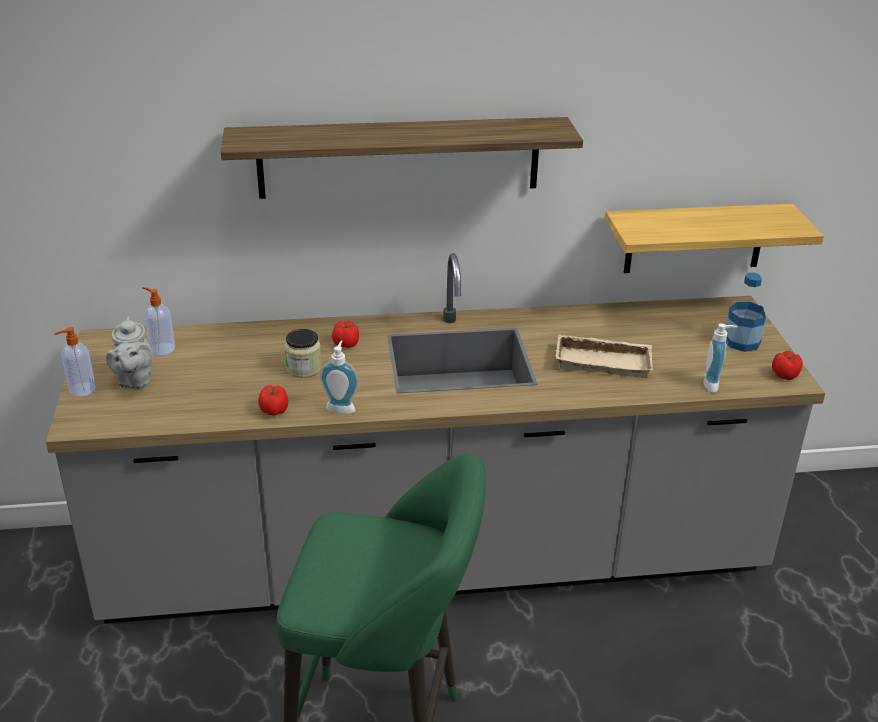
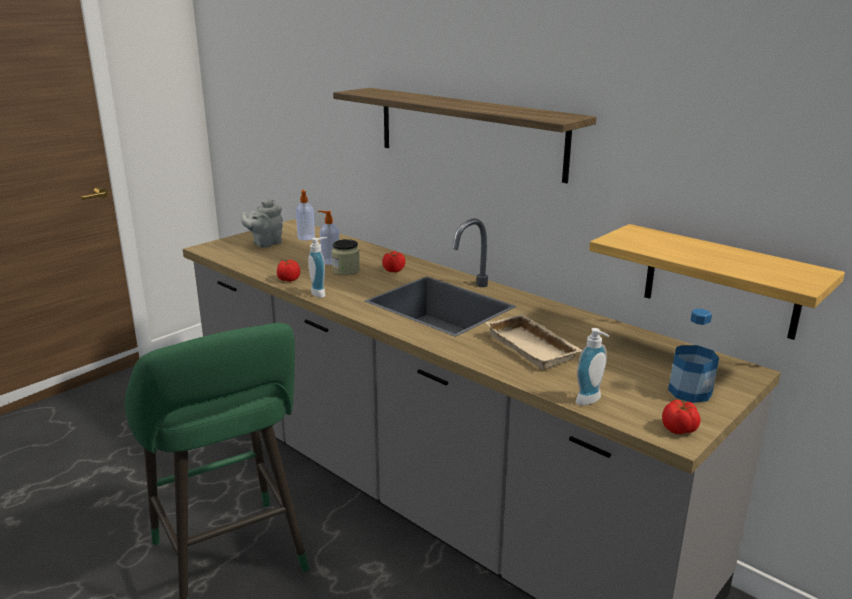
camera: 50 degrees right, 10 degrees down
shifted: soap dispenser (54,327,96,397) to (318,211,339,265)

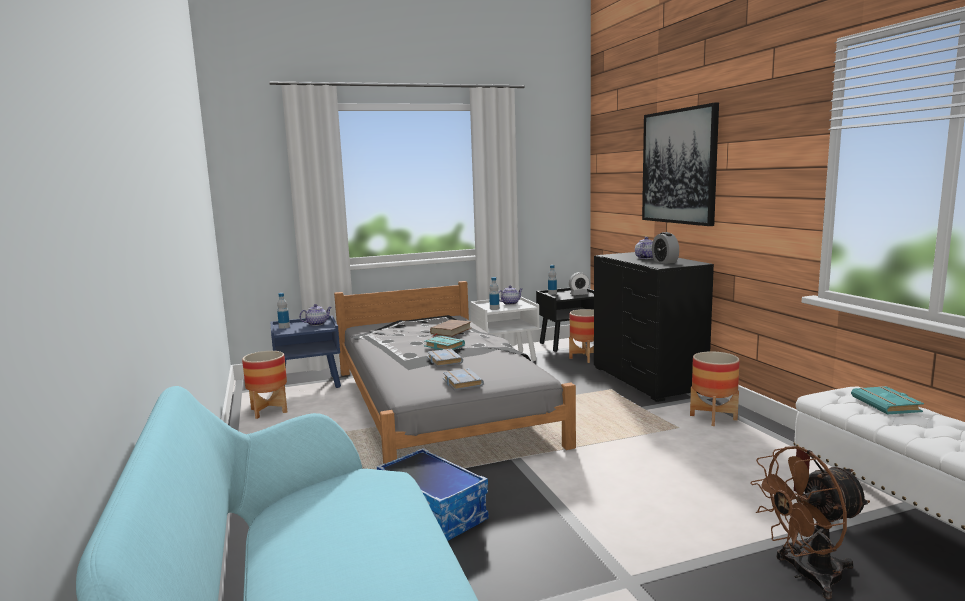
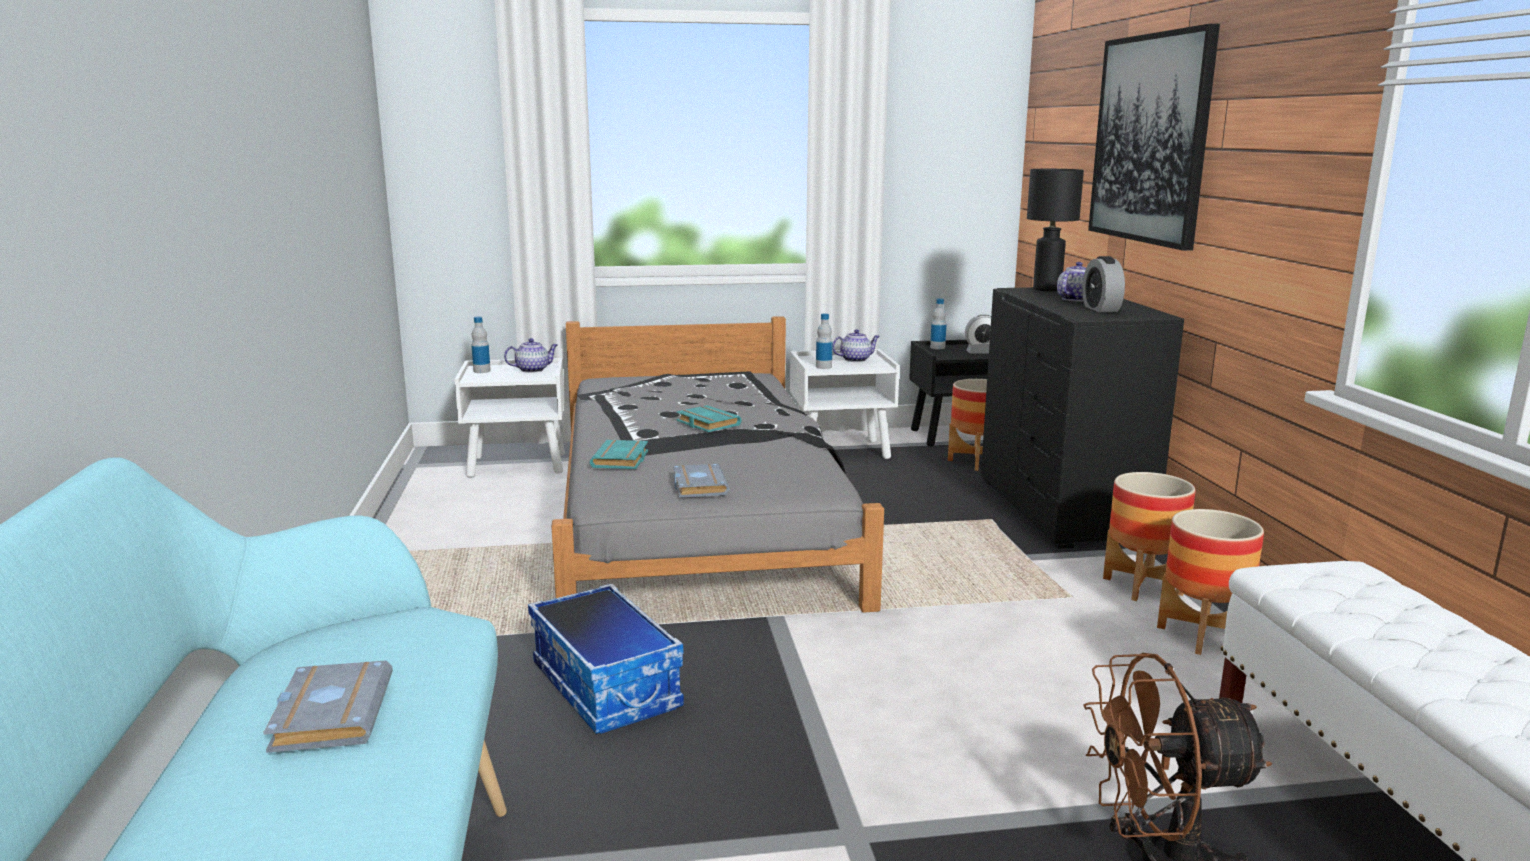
camera: 10 degrees right, 5 degrees up
gone: brown-coloured book (430,319,471,337)
new: black-coloured table lamp (1027,169,1084,291)
shifted: plant pot (242,351,287,419) to (1157,509,1264,655); grey book (427,349,463,367) to (263,660,393,753); turquoise-coloured book (851,386,924,414) to (590,440,648,469)
repainted: blue-coloured nightstand (271,315,341,388) to white nightstand (455,358,565,478)

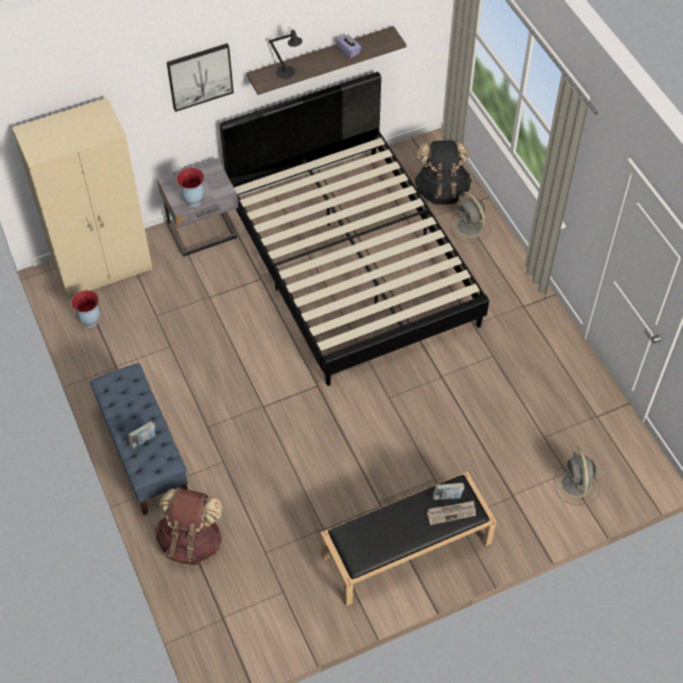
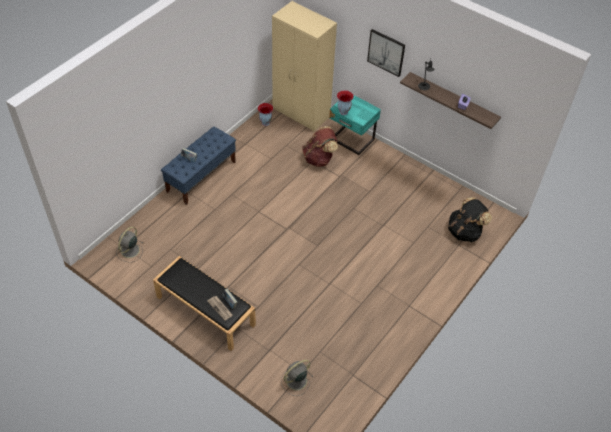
camera: 60 degrees right, 5 degrees down
gone: black-coloured sleeping bed (219,72,489,386)
shifted: brown-coloured backpack (155,489,223,565) to (302,126,338,167); grey electric fan (450,192,491,243) to (116,227,143,262)
repainted: grey nightstand (157,158,238,257) to turquoise-coloured nightstand (329,95,381,155)

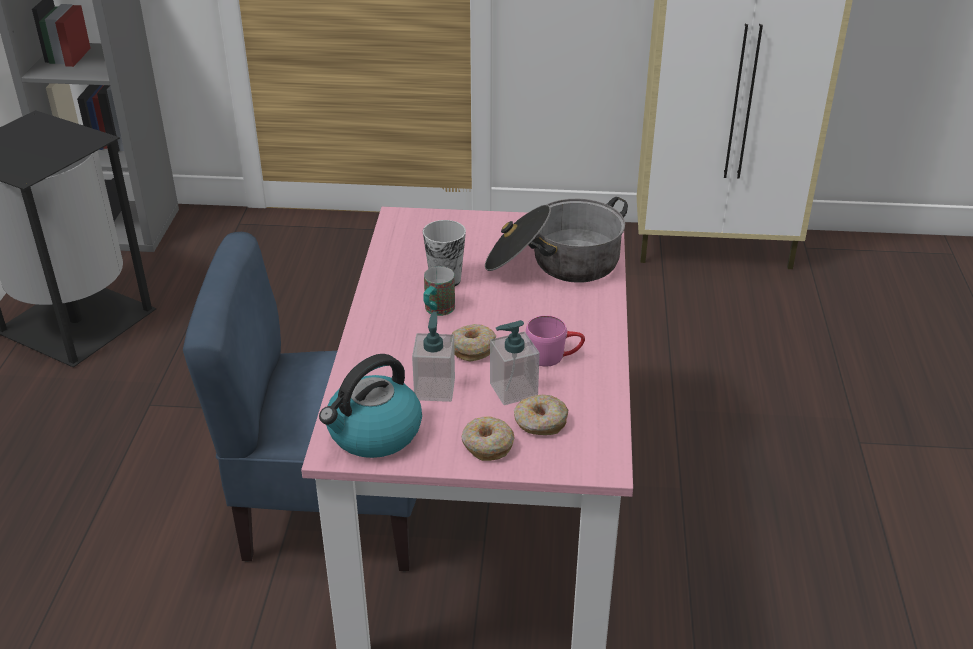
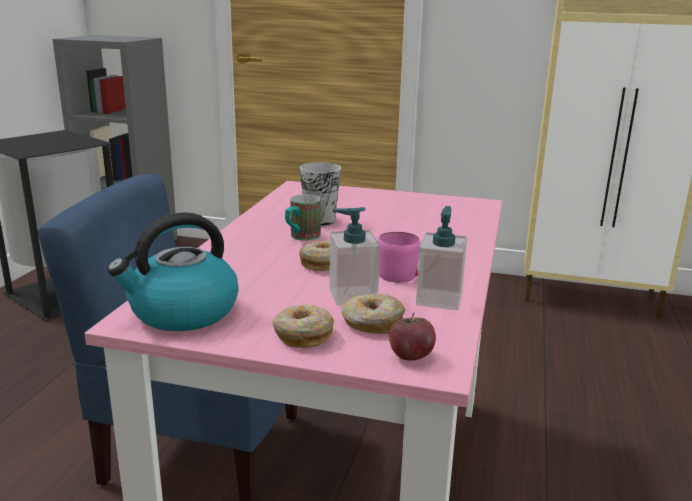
camera: 10 degrees right, 15 degrees down
gone: saucepot (485,197,628,283)
new: whole apple (389,313,436,361)
shifted: soap dispenser (412,312,455,402) to (416,206,467,310)

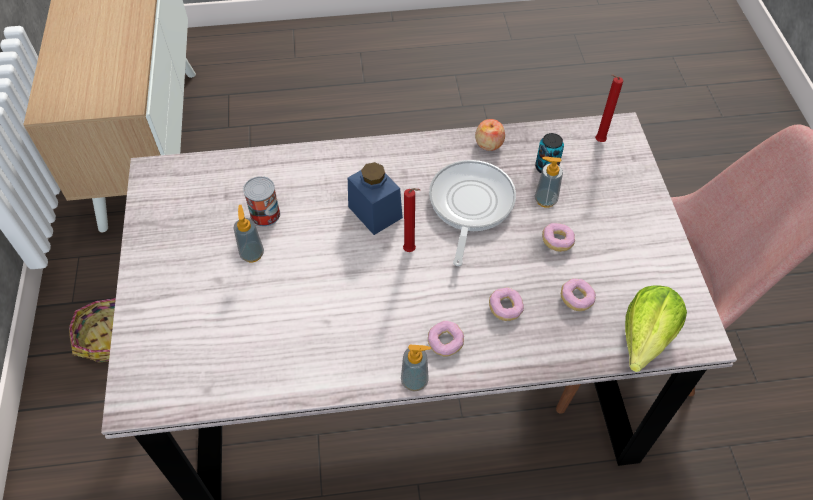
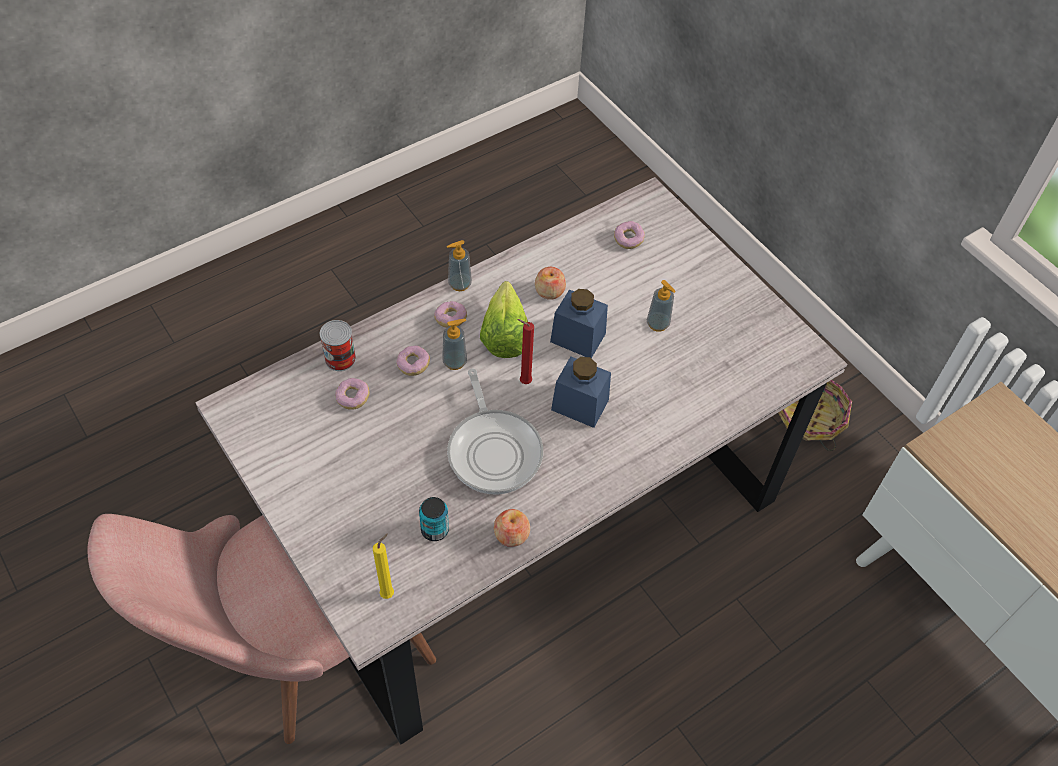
camera: 150 degrees right, 0 degrees up
new: whole apple (535,267,566,300); blue-coloured jar (550,289,608,358)
shifted: can (243,176,280,227) to (320,320,356,371); soap dispenser (535,157,563,208) to (442,319,467,370); ring doughnut (542,223,575,252) to (614,221,645,249); head of lettuce (625,285,687,372) to (480,281,528,358)
repainted: reddish wax candle (595,74,623,142) to yellow-coloured wax candle (373,533,394,599)

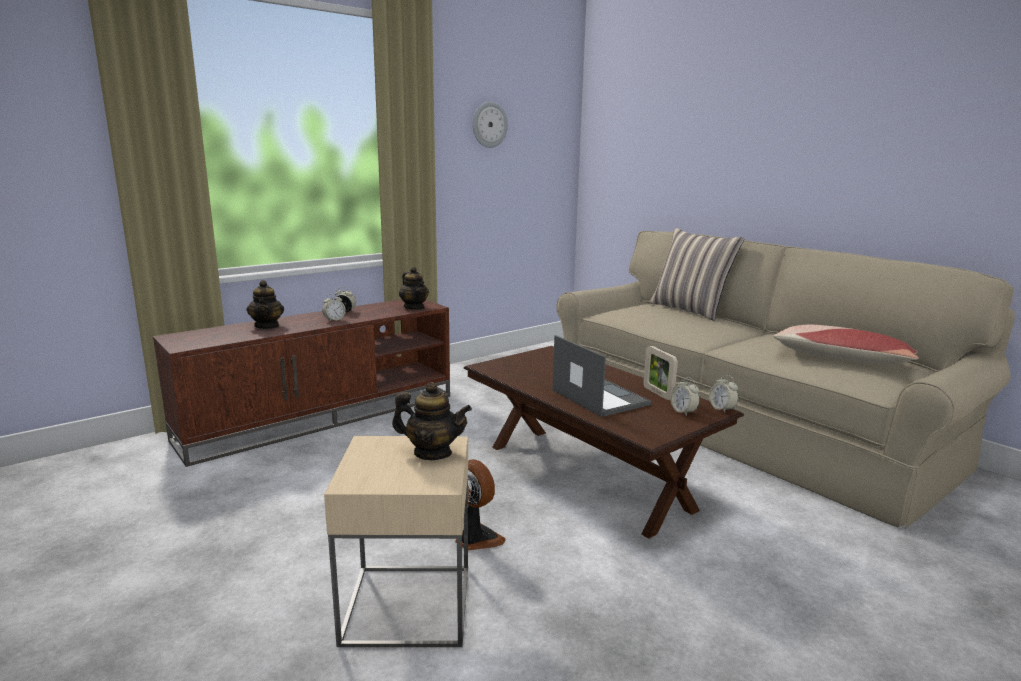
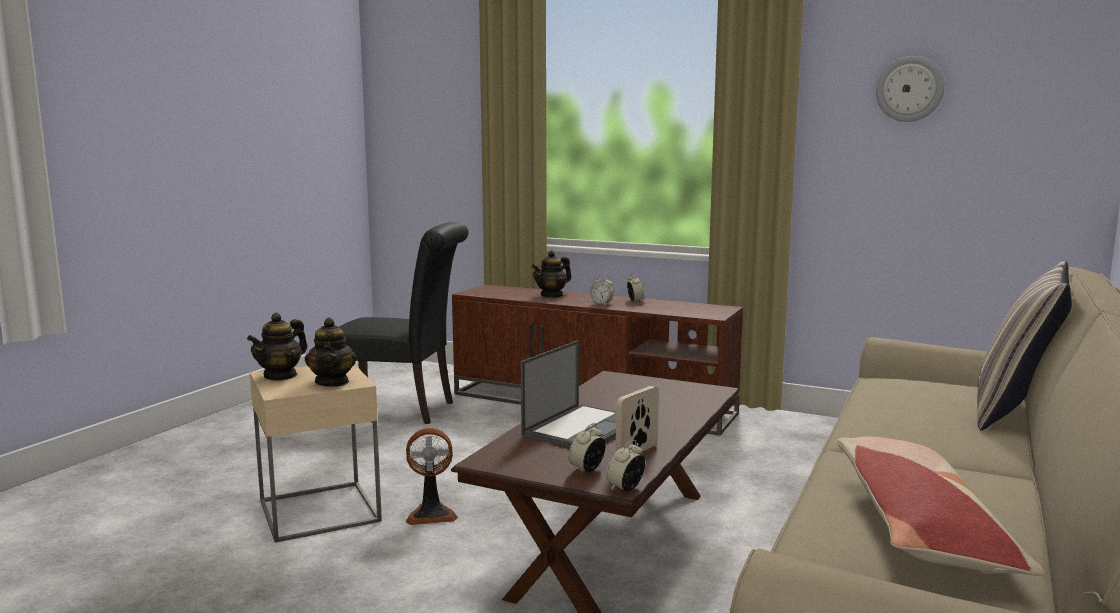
camera: 65 degrees right, 5 degrees down
new: black-coloured upright chair (339,222,469,424)
shifted: pot for tea (399,267,429,310) to (247,312,307,381)
rotated: electric fan (455,459,506,550) = (406,428,458,525) 60 degrees clockwise

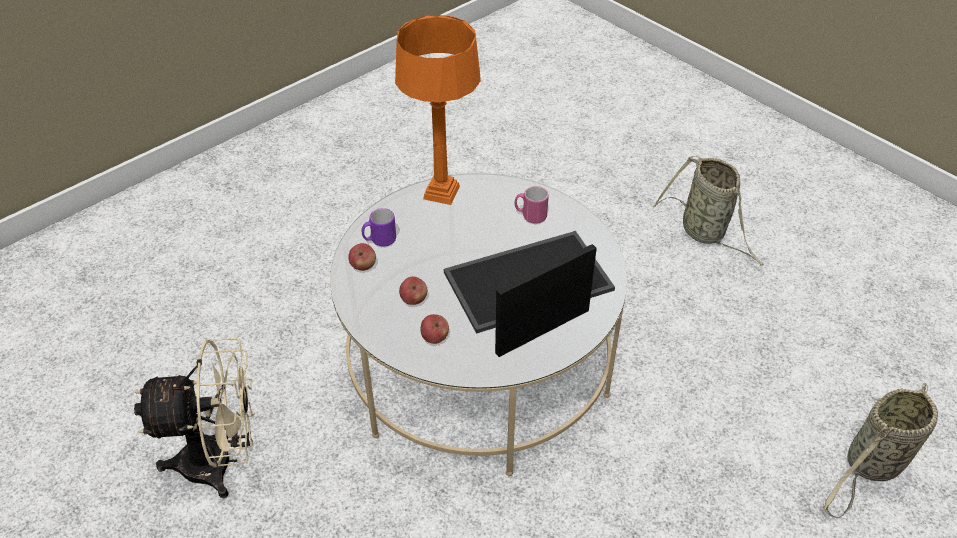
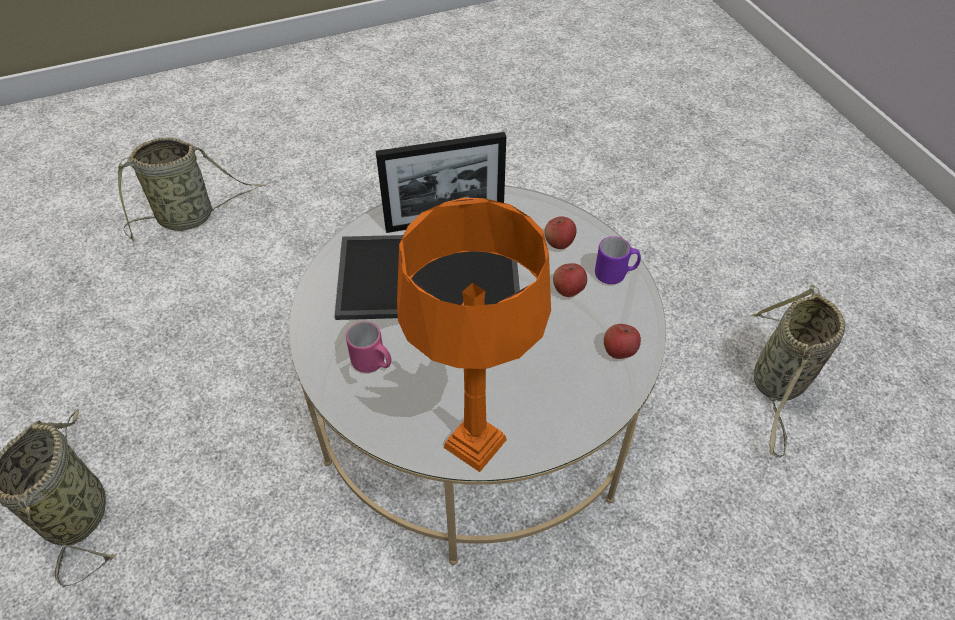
camera: 160 degrees left, 5 degrees up
shifted: purple-coloured coffee mug (362,208,396,246) to (595,236,641,284)
swapped: beige electric fan (134,338,255,499) to storage basket (750,285,845,457)

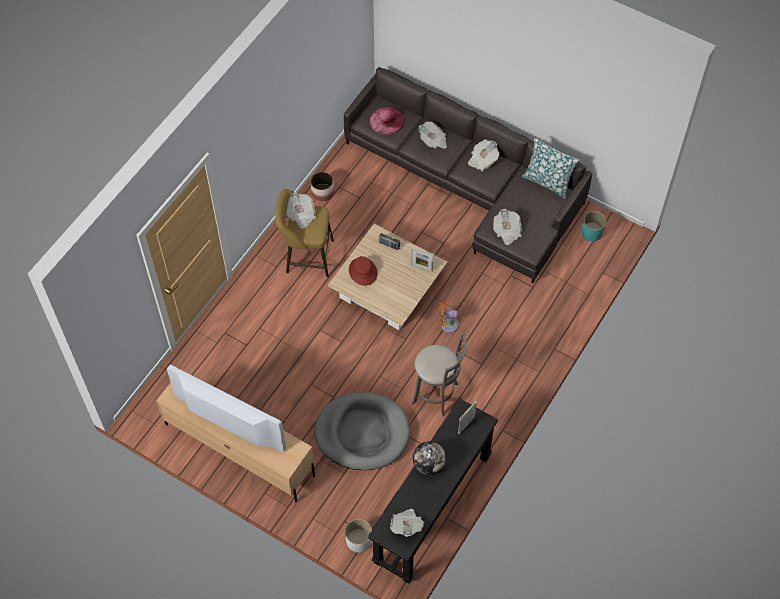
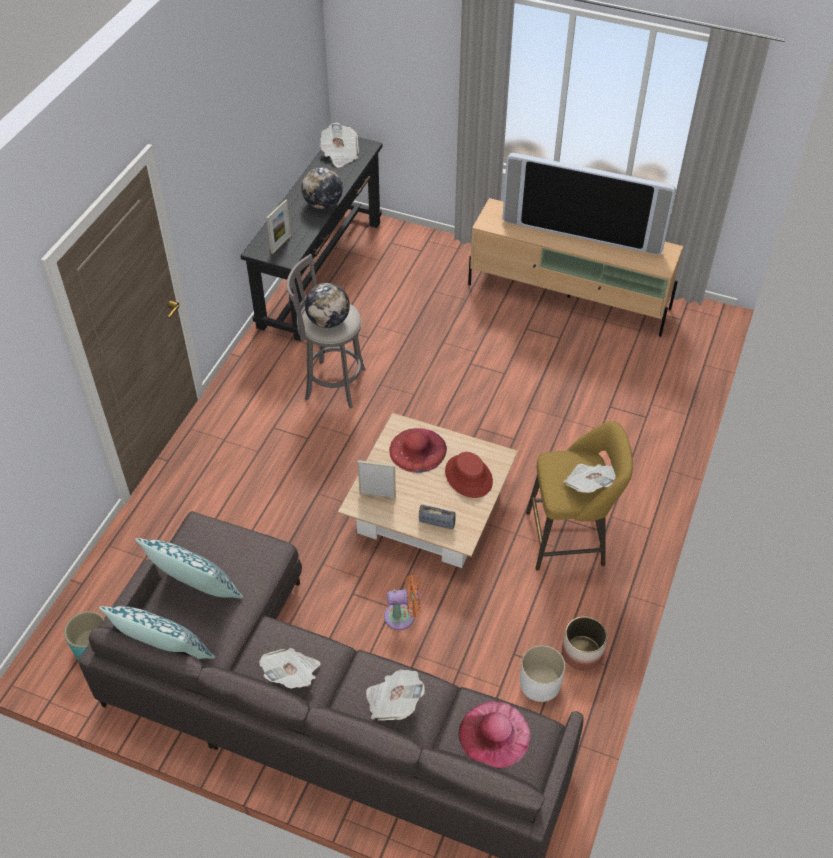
camera: 170 degrees right, 10 degrees down
gone: grey dog bed (315,392,410,470); newspaper (493,209,522,245)
new: pillow (135,538,244,598); globe (305,283,350,328); reddish hat (389,428,447,473)
shifted: white plant pot (345,519,372,553) to (520,645,565,702); orange-coloured electric fan (438,301,459,333) to (384,575,421,630)

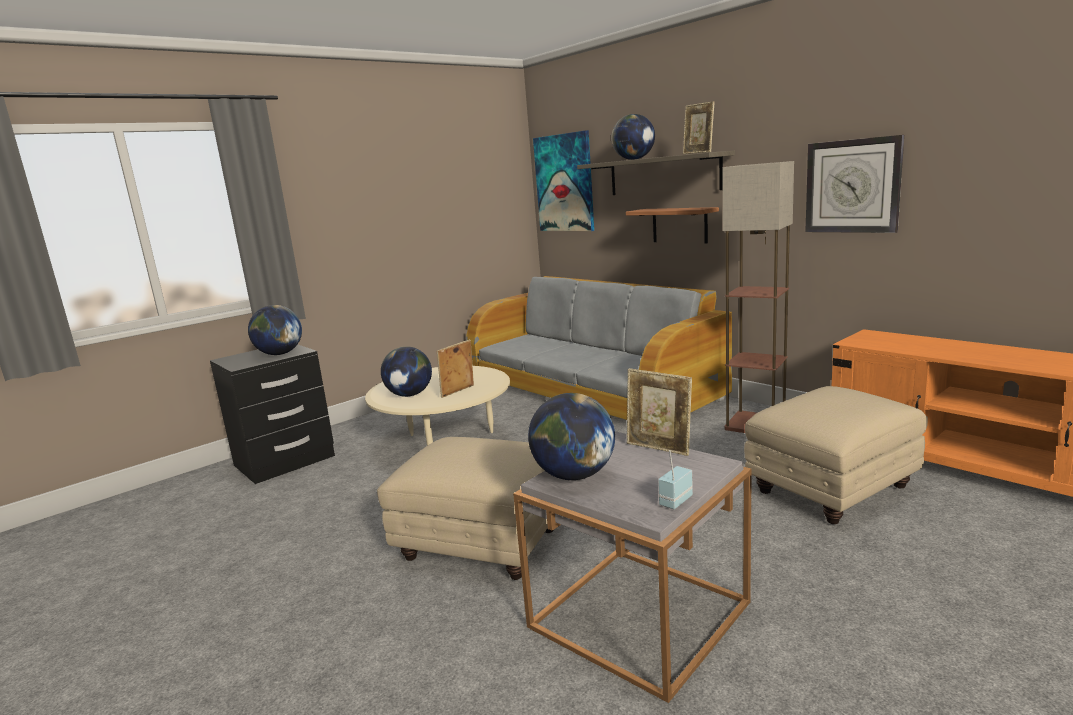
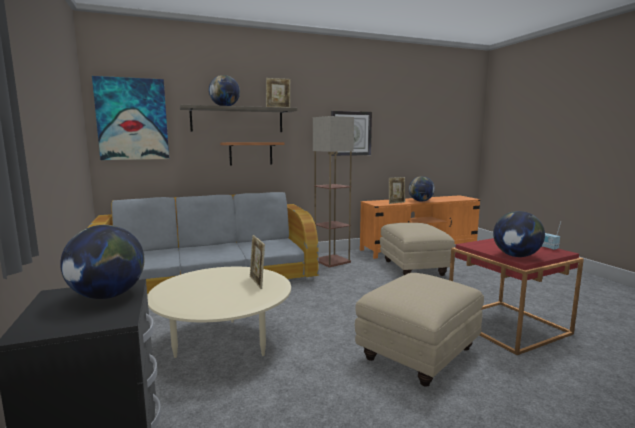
camera: 70 degrees left, 5 degrees down
shifted: globe (381,346,432,397) to (409,176,435,202); picture frame (627,368,692,456) to (389,177,405,204)
repainted: grey end table (513,431,752,703) to reddish end table (449,238,584,355)

